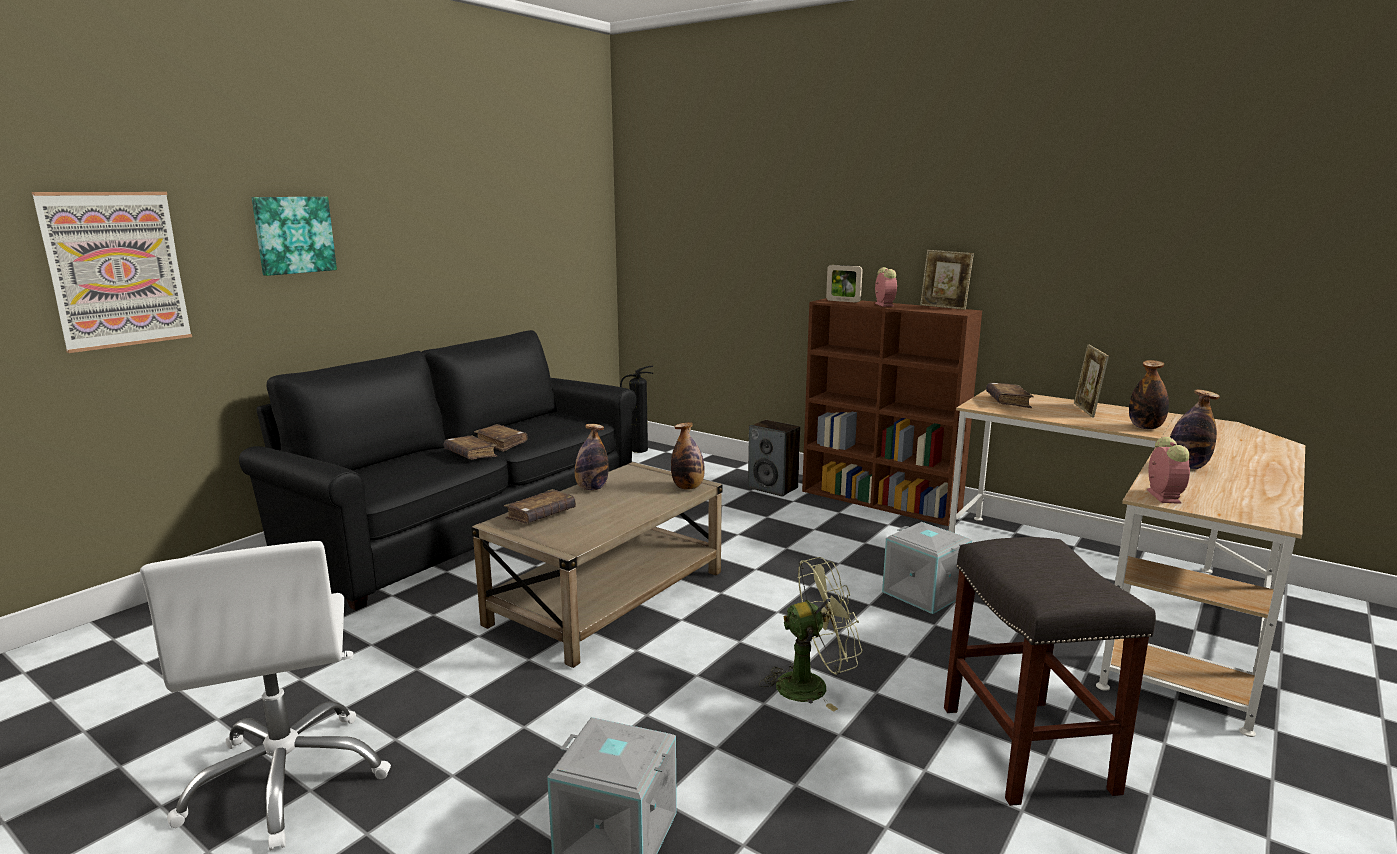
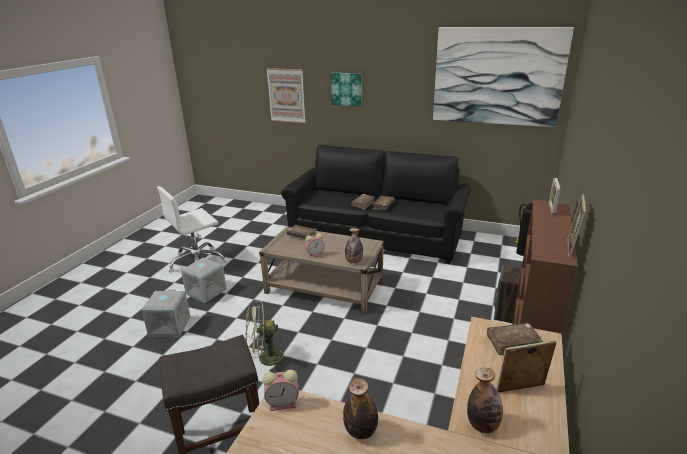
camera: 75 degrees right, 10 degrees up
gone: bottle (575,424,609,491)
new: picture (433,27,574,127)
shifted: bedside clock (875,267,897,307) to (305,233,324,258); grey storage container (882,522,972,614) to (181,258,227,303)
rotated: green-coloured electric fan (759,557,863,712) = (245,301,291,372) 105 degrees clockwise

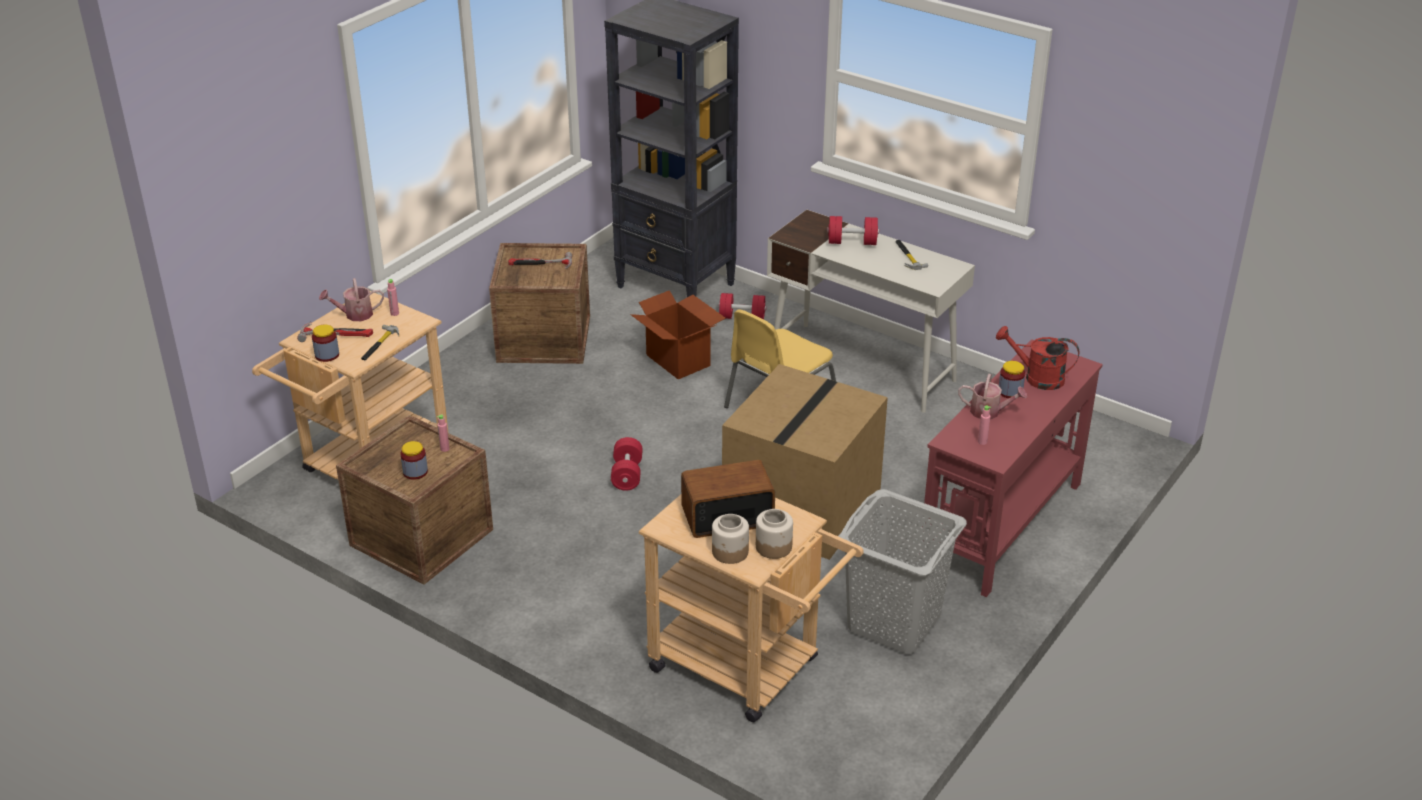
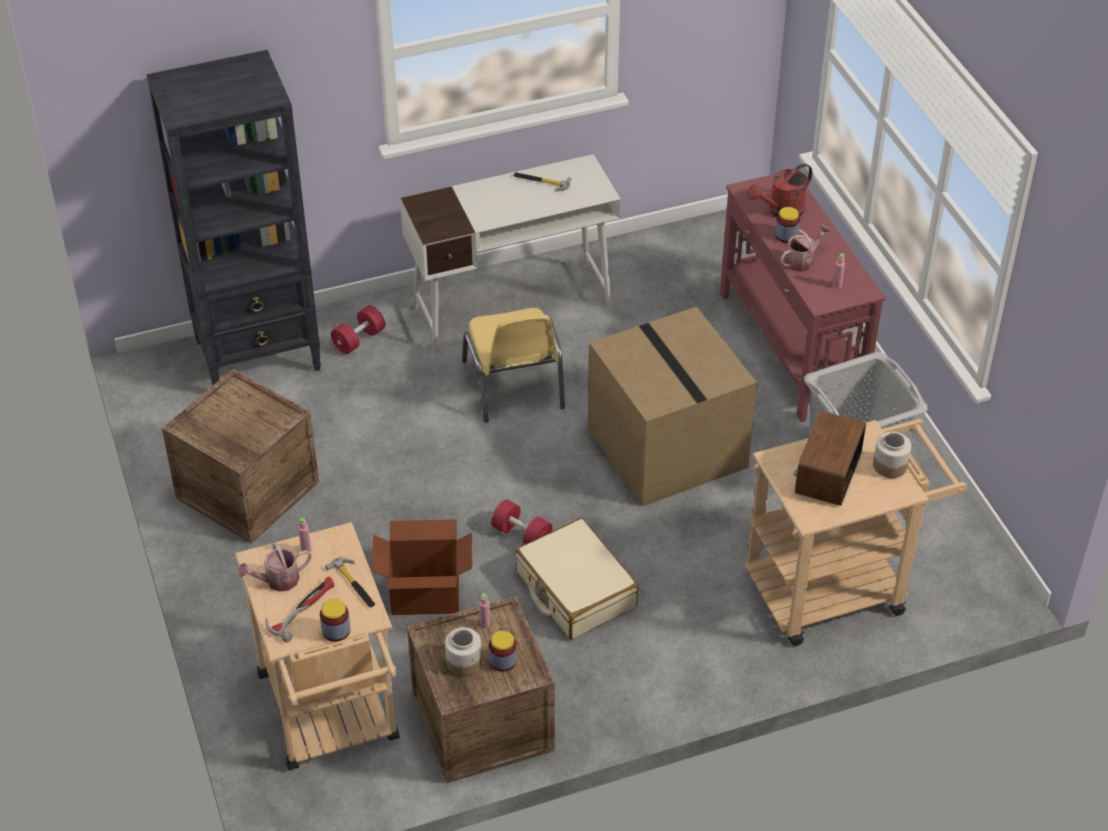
camera: 55 degrees left, 10 degrees up
gone: tool hammer (508,252,572,269); reddish dumbbell (827,216,879,245)
new: beige piece of luggage (515,518,639,640)
shifted: carton (631,290,726,379) to (372,519,472,615); jar (712,514,749,564) to (445,627,482,676)
rotated: sprinkling can (319,278,384,321) = (238,543,311,592) 45 degrees clockwise

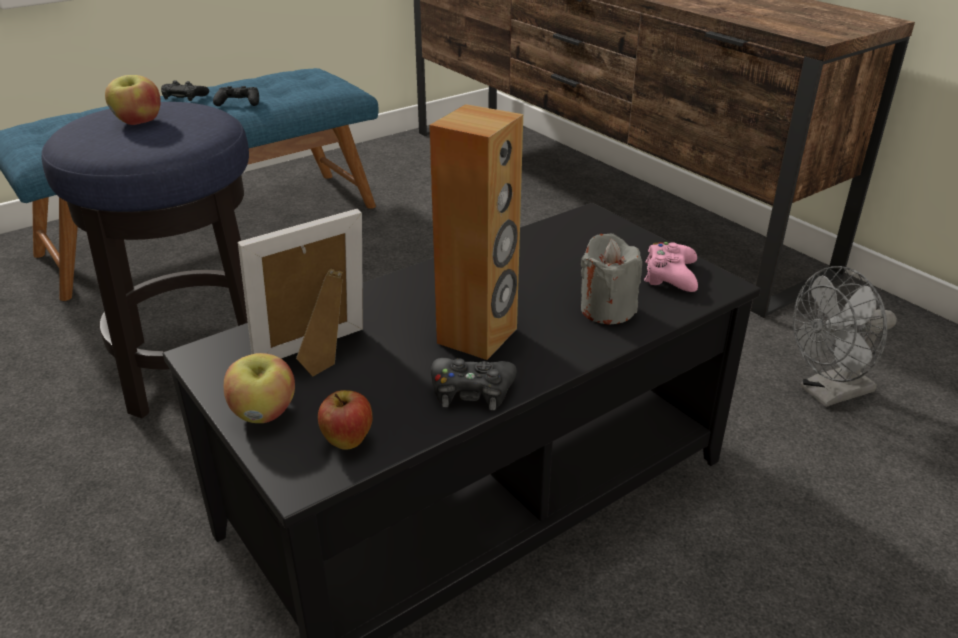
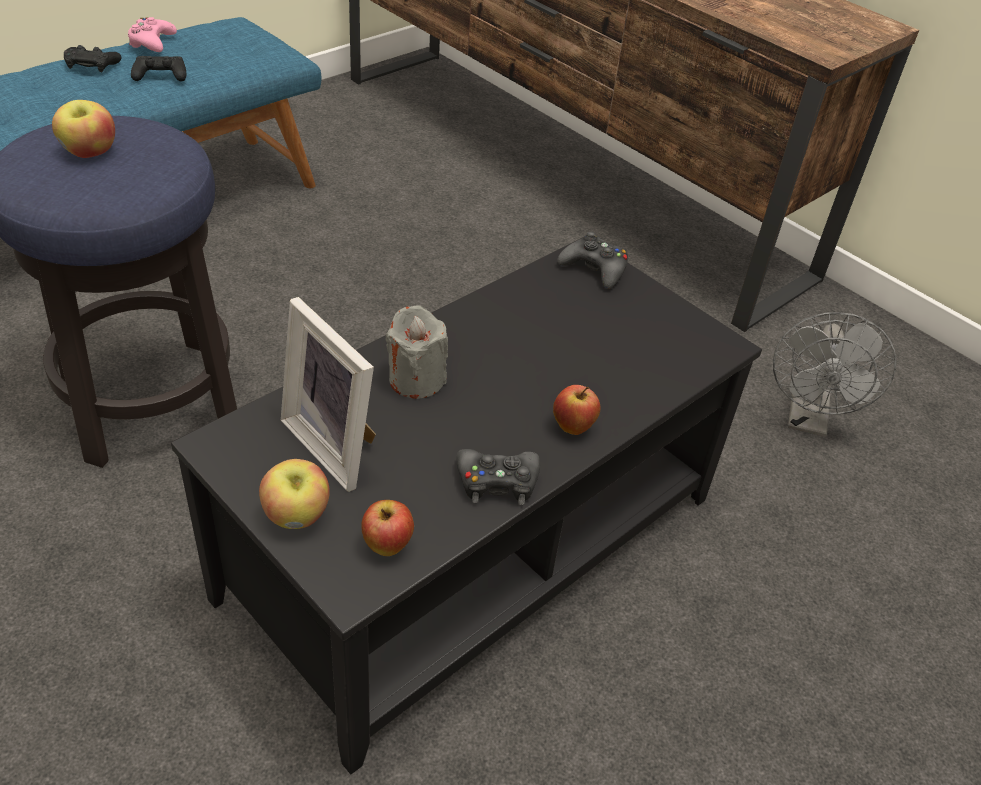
camera: 10 degrees left, 10 degrees up
gone: brown-coloured speaker (429,104,523,360)
new: whole apple (553,385,600,435); black-coloured gamepad (557,231,628,289)
shifted: grey wax candle (581,233,642,325) to (386,305,448,399); pinkish gamepad (644,242,698,292) to (128,17,177,52)
rotated: picture frame (238,209,363,377) = (281,297,376,492) 90 degrees counterclockwise; grey electric fan (793,266,897,407) = (773,312,896,437) 45 degrees counterclockwise

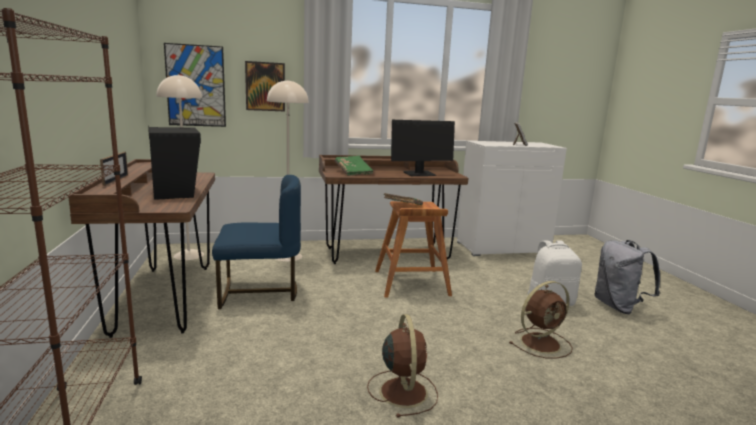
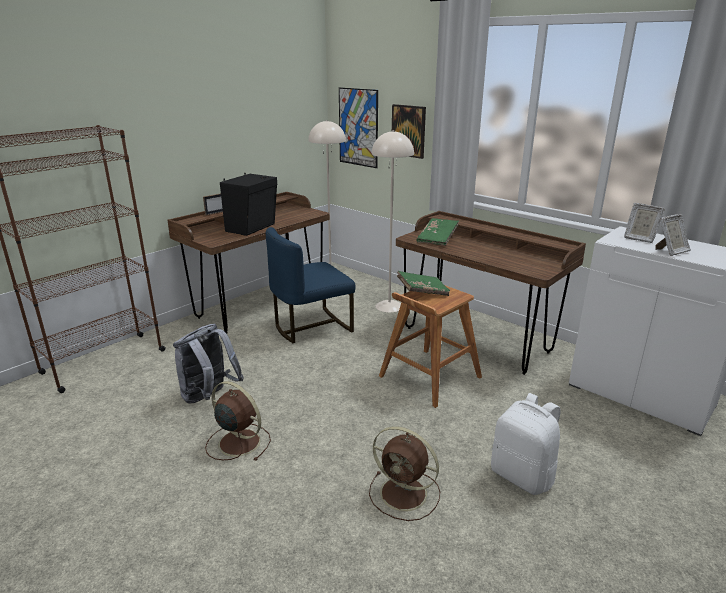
camera: 55 degrees right, 10 degrees up
gone: computer screen (391,120,455,176)
new: picture frame (624,203,665,243)
shifted: grey backpack (594,240,660,314) to (173,323,244,404)
rotated: blue-coloured upright chair (212,175,301,309) = (266,227,356,343) 105 degrees clockwise; brown-coloured electric fan (367,314,438,418) = (205,381,271,461) 105 degrees counterclockwise

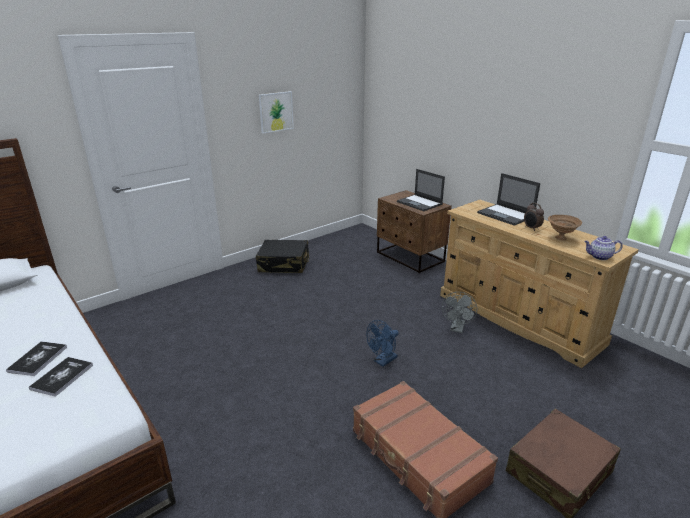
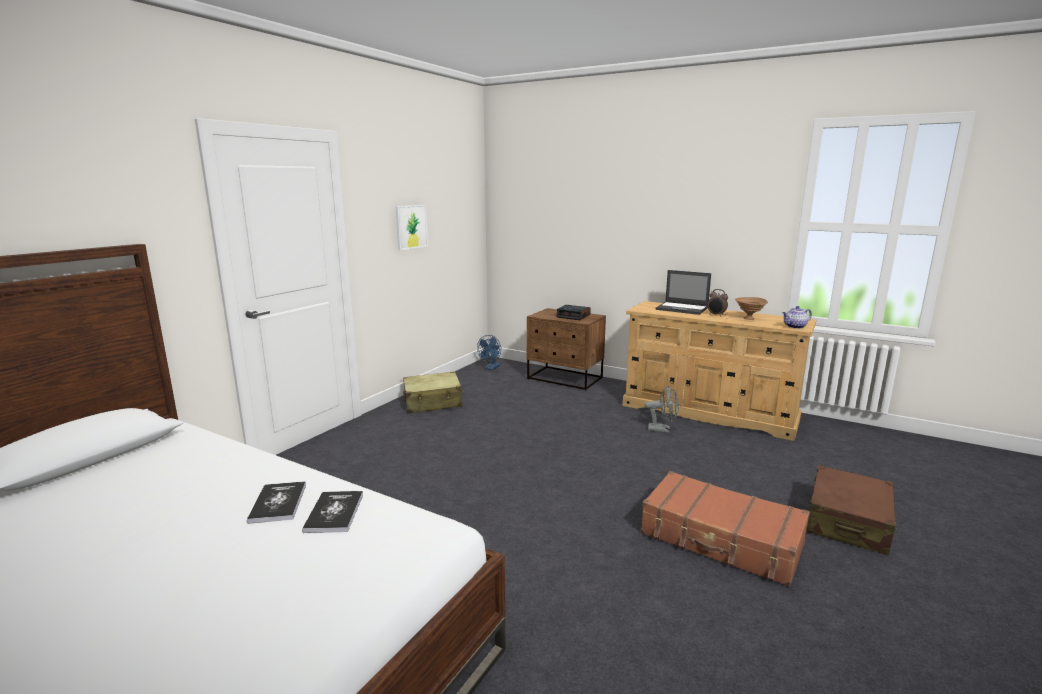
camera: 20 degrees left, 10 degrees down
shifted: blue-coloured electric fan (366,320,399,367) to (477,335,501,370)
swapped: laptop (397,169,445,211) to bedside clock (556,305,591,320)
repainted: black-coloured piece of luggage (256,240,309,273) to beige piece of luggage (403,371,464,413)
rotated: grey electric fan (442,292,477,333) = (645,386,679,433) 75 degrees counterclockwise

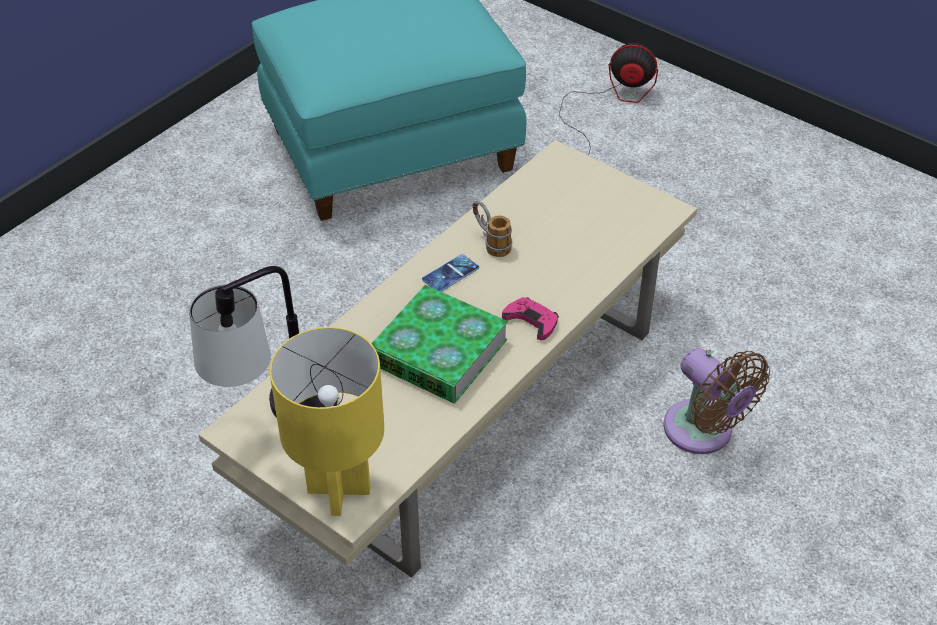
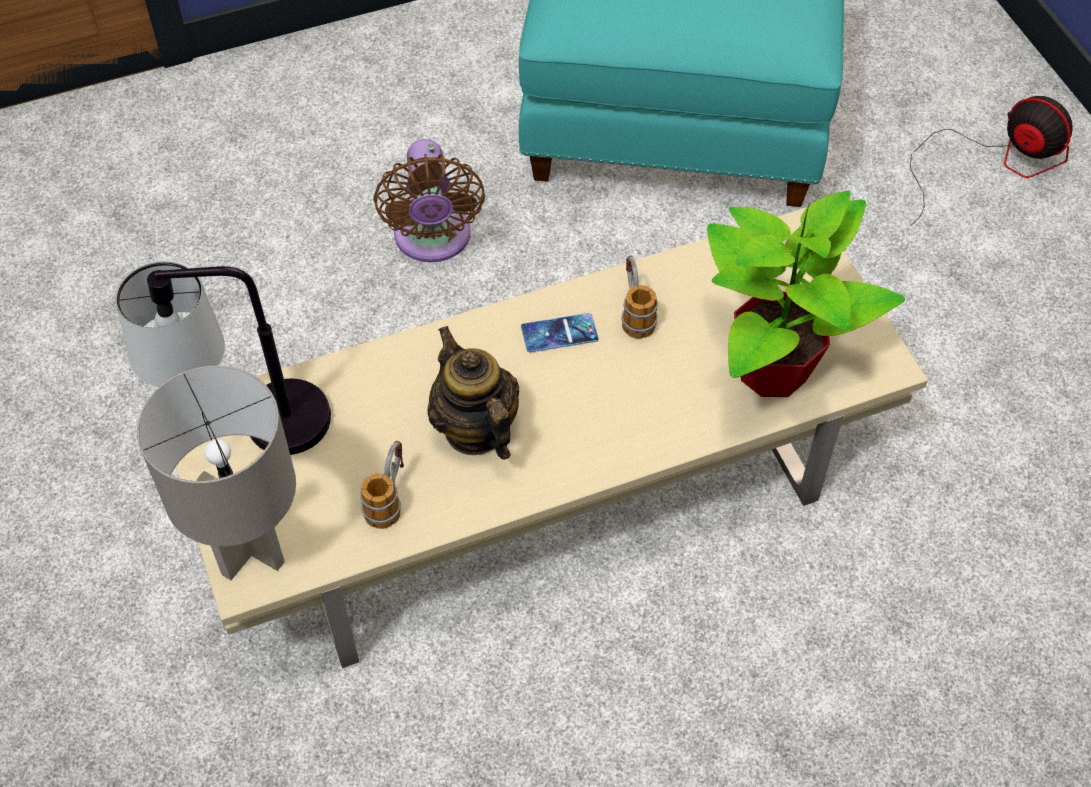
camera: 30 degrees right, 10 degrees up
gone: pinkish gamepad (502,297,559,340)
new: coffee mug (360,441,404,529); potted plant (707,191,905,397)
shifted: brown-coloured electric fan (663,348,770,454) to (373,139,485,263)
swapped: book (371,285,508,403) to pot for tea (427,326,520,460)
repainted: yellow-coloured table lamp (270,327,384,516) to grey table lamp (137,366,296,580)

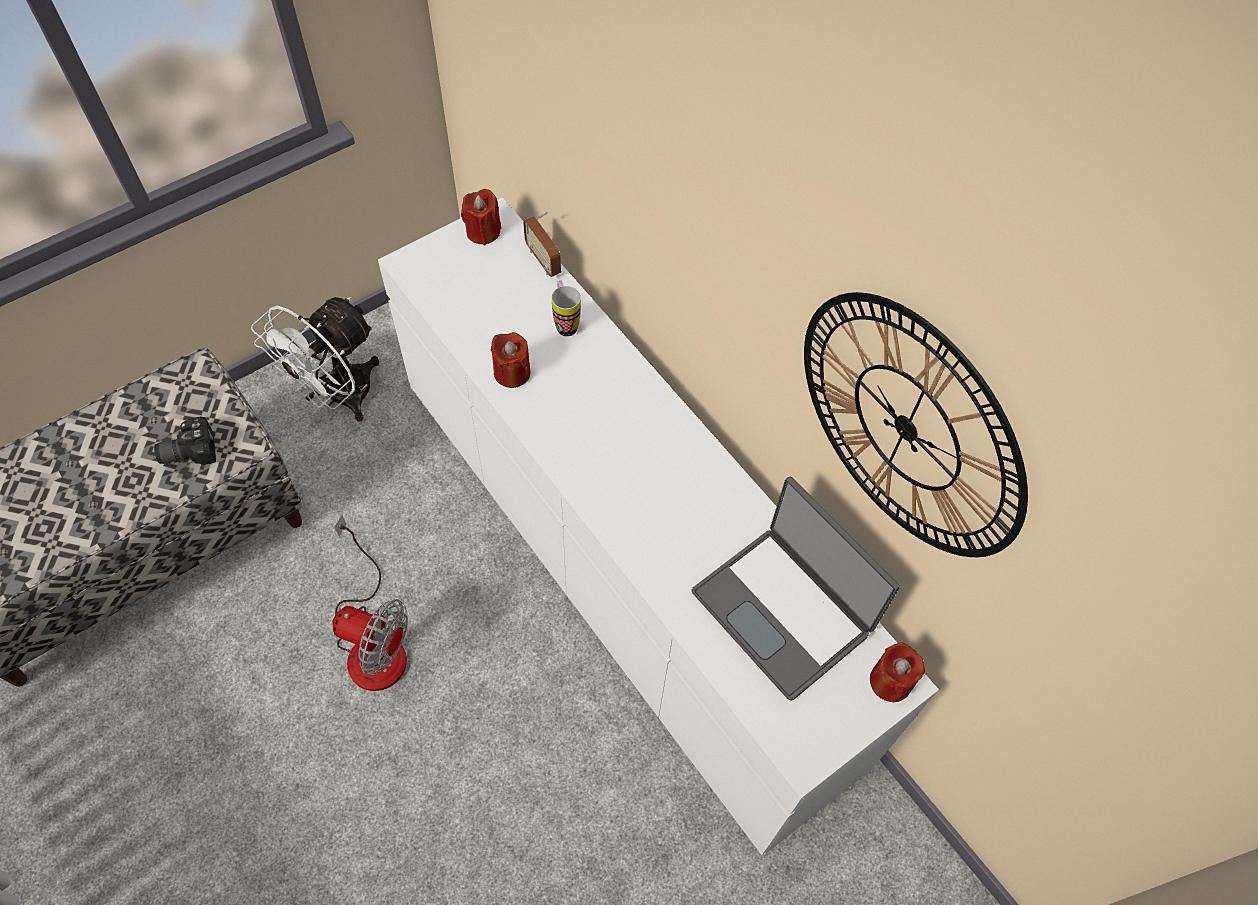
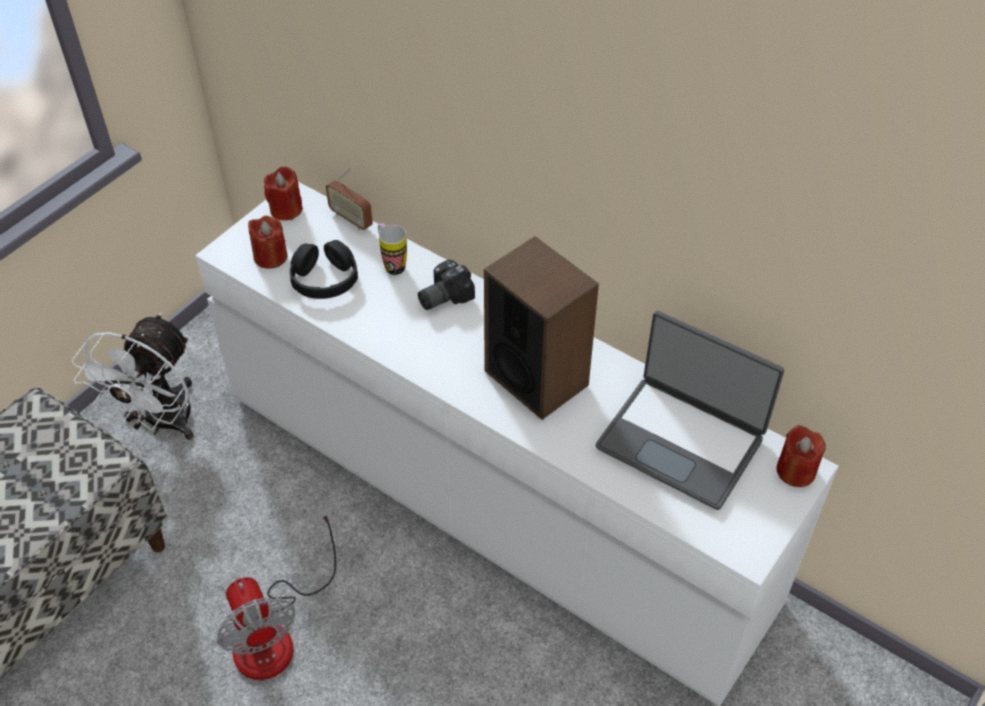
camera: 15 degrees left, 10 degrees down
gone: wall clock (804,292,1028,557)
new: black-coloured headset (290,240,358,299); speaker (484,236,599,420)
shifted: still camera (154,416,216,465) to (418,259,475,310); reddish wax candle (490,332,531,388) to (248,216,288,269)
rotated: electric fan (332,514,408,691) = (217,506,336,680) 60 degrees clockwise

